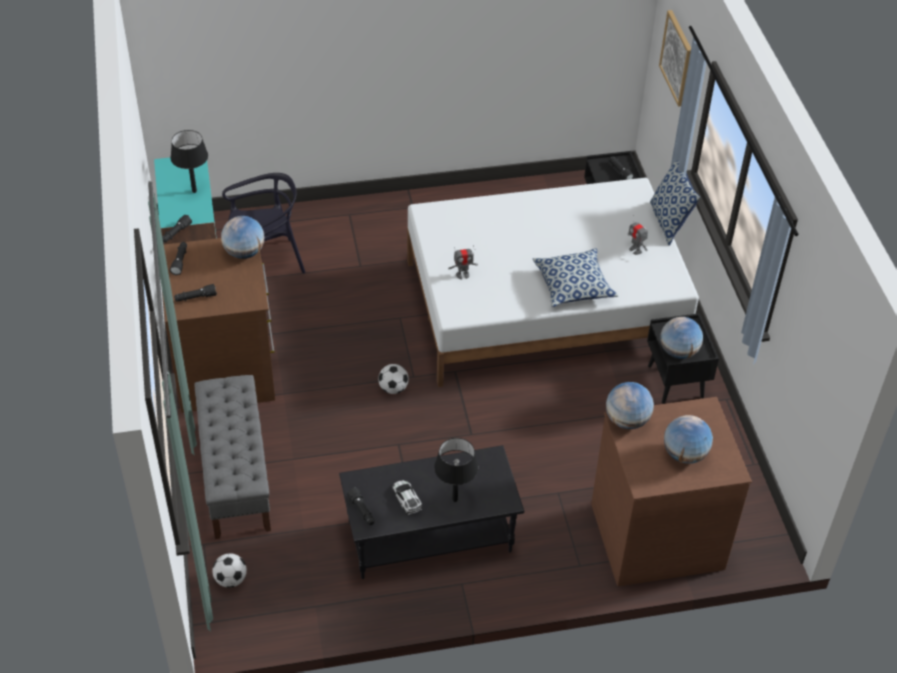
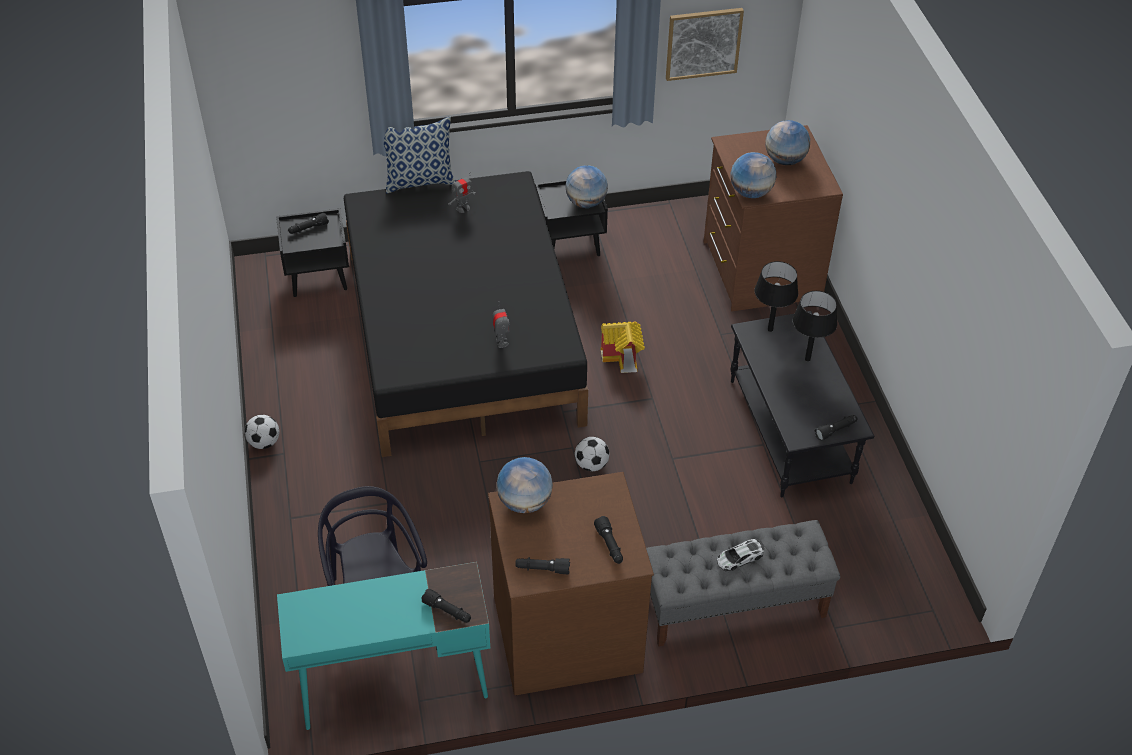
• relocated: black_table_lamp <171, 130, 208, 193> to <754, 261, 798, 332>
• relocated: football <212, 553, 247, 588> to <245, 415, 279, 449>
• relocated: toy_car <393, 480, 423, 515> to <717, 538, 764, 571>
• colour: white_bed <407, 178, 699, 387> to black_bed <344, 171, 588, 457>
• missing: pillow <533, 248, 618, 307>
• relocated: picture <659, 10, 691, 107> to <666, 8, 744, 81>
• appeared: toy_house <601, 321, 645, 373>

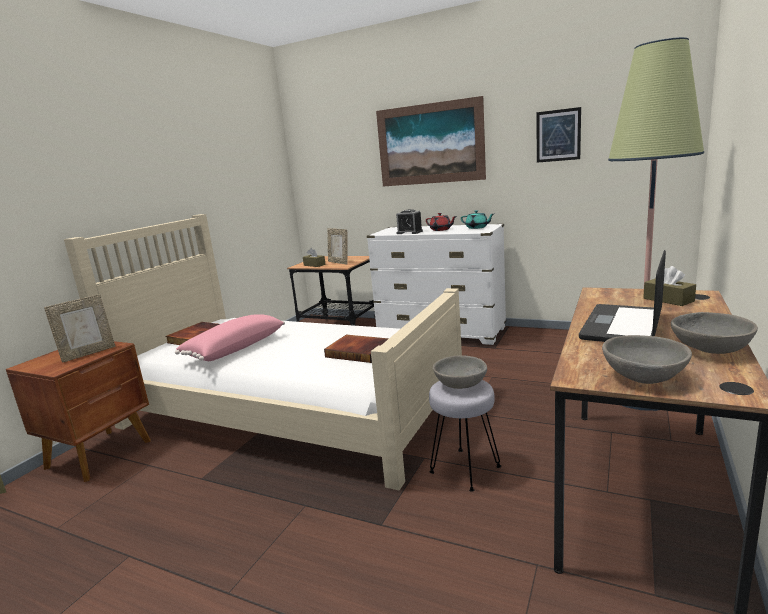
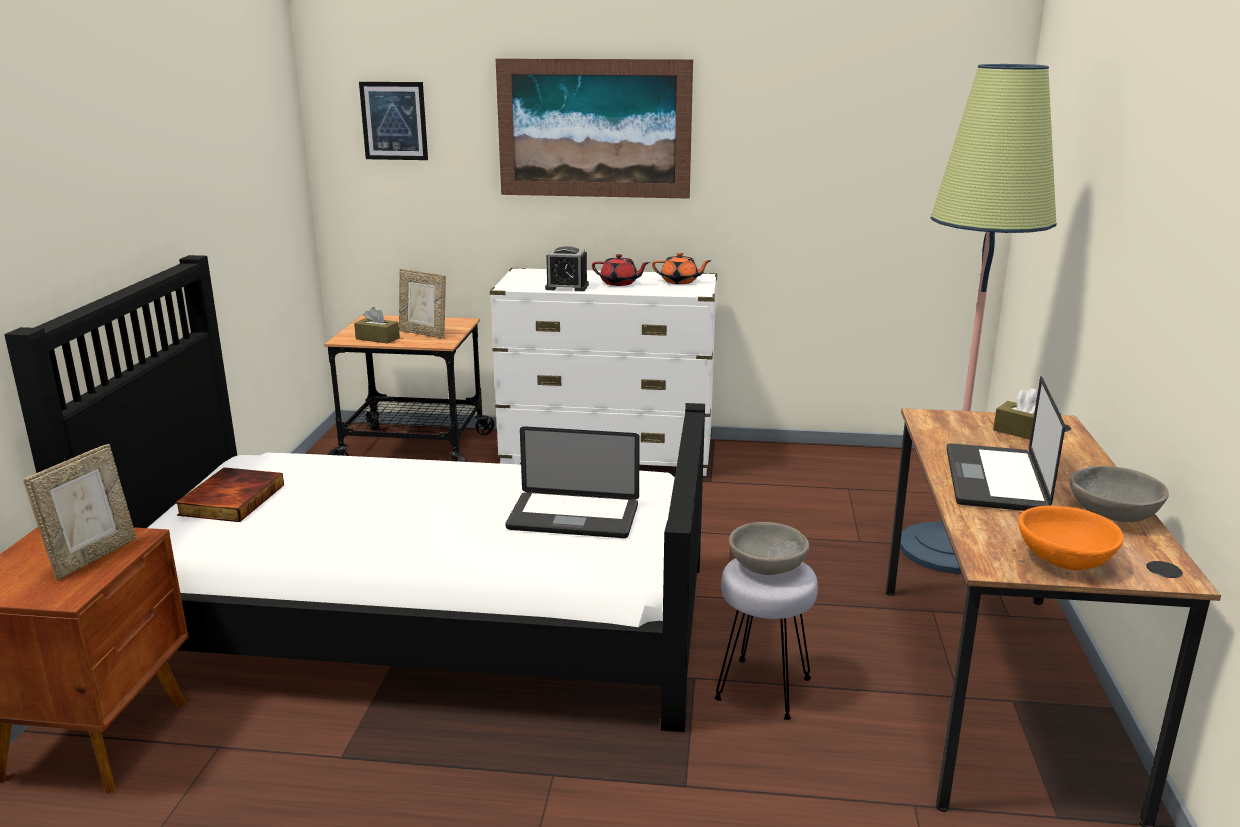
• colour: beige_bed <64, 214, 462, 491> to black_bed <4, 255, 705, 732>
• missing: pink_pillow <175, 314, 285, 361>
• exchanged: book <324, 335, 389, 363> to laptop <505, 426, 640, 538>
• colour: turquoise_teapot <461, 210, 494, 229> to orange_teapot <652, 253, 712, 284>
• relocated: picture <537, 107, 581, 163> to <359, 82, 428, 160>
• colour: grey_bowl <602, 335, 692, 384> to orange_bowl <1019, 506, 1124, 570>

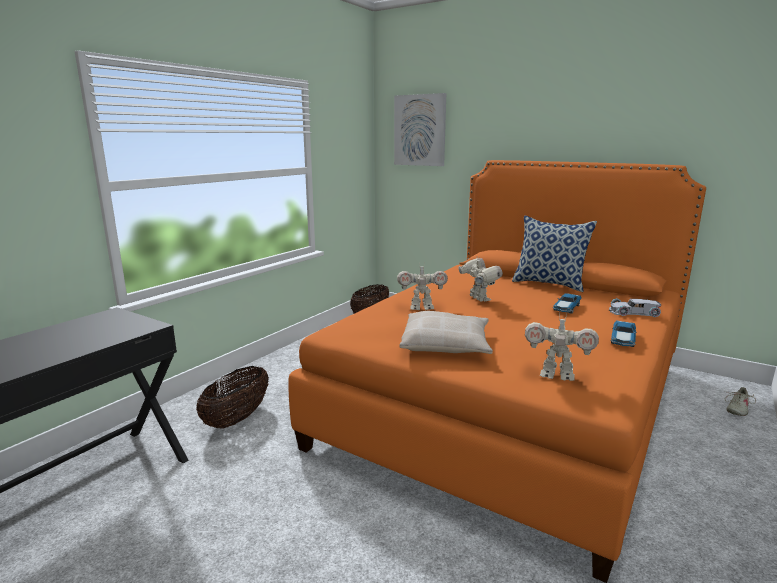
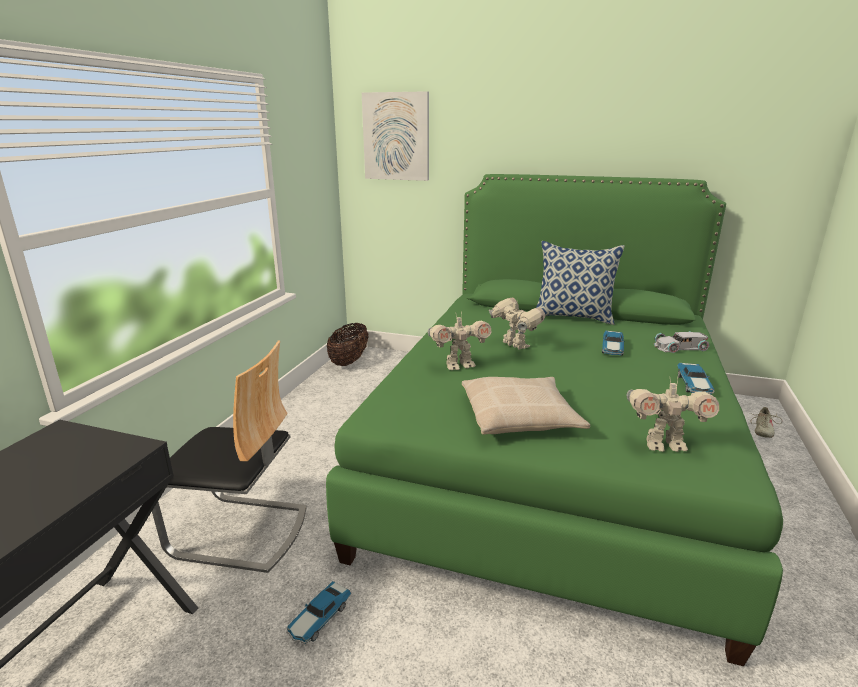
• exchanged: basket <196, 366, 269, 429> to chair <152, 340, 307, 573>
• colour: orange_bed <288, 160, 706, 583> to green_bed <326, 174, 783, 666>
• appeared: toy_car <286, 581, 351, 644>

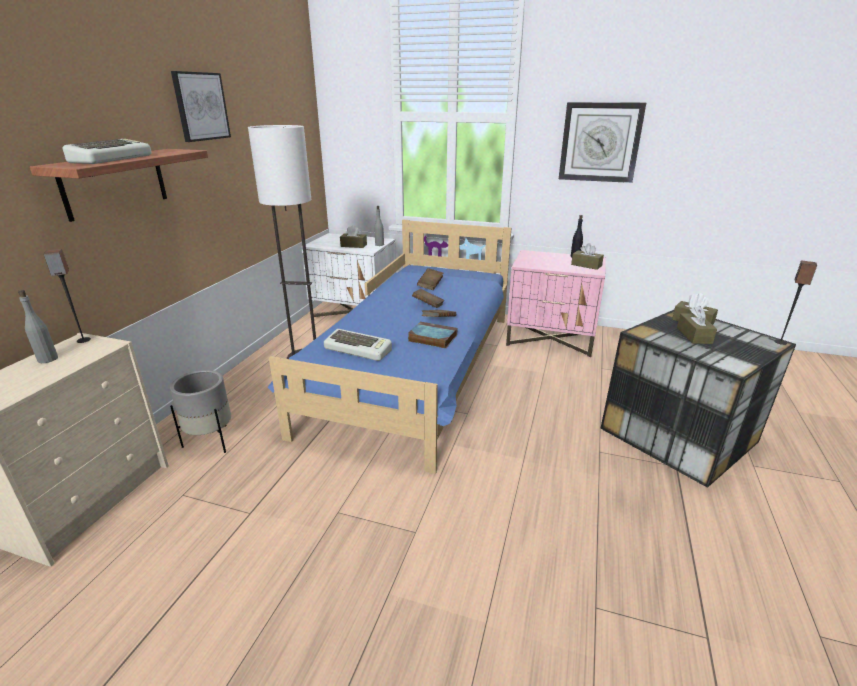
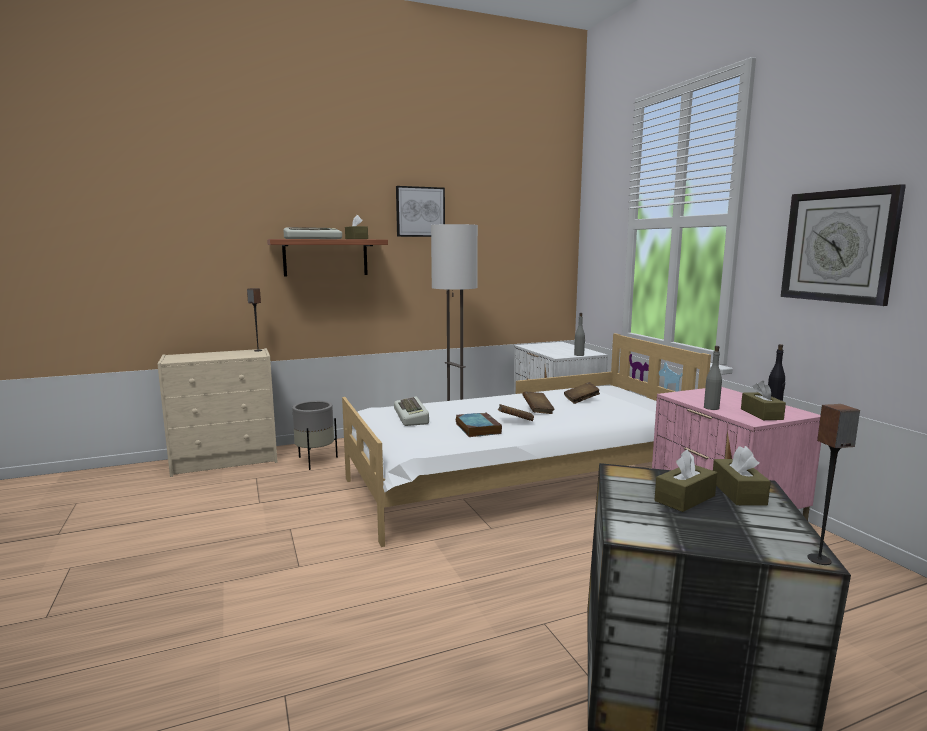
• relocated: grey_bottle <18, 290, 58, 363> to <704, 346, 722, 410>
• colour: blue_bed <267, 220, 511, 474> to white_bed <342, 333, 711, 547>
• relocated: brown_tissue_box <340, 225, 367, 248> to <345, 215, 368, 239>

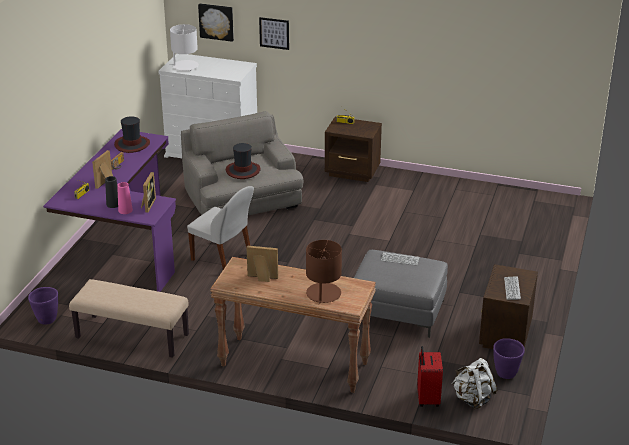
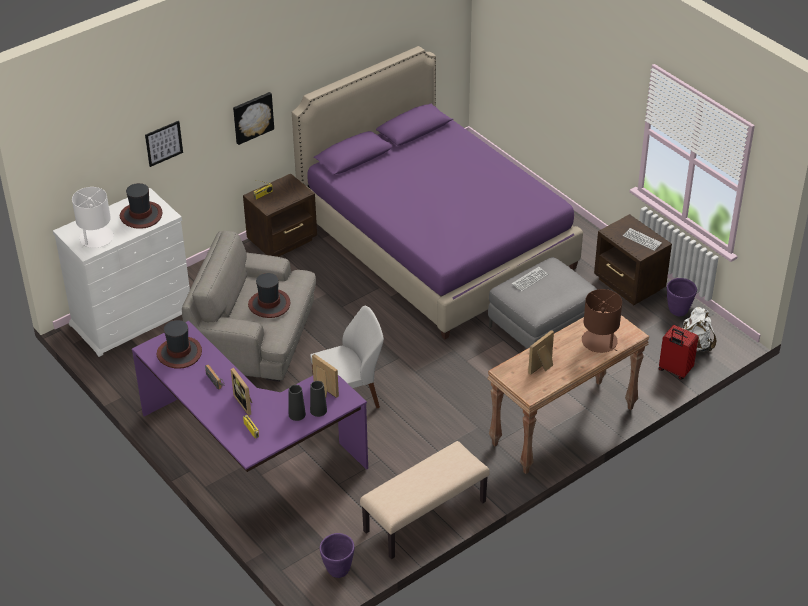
• colour: pink_vase <117, 182, 133, 214> to black_vase <310, 381, 327, 417>
• relocated: picture <198, 3, 234, 42> to <233, 92, 274, 145>
• appeared: hat <120, 183, 162, 229>
• appeared: purple_bed <292, 46, 583, 339>

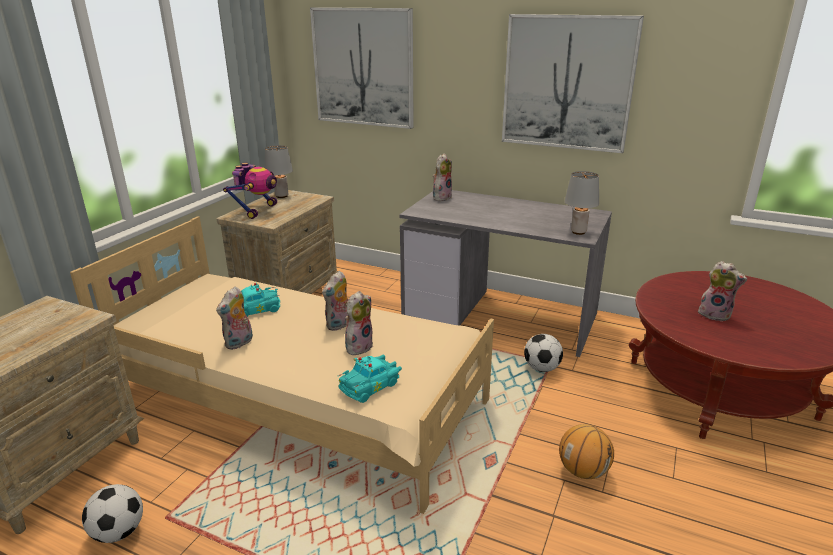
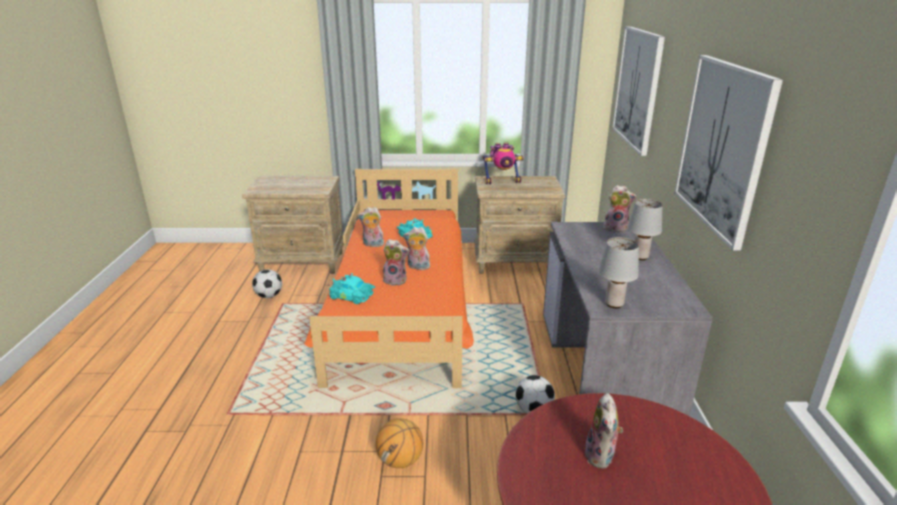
• colour: beige_bed <70, 216, 494, 514> to orange_bed <304, 169, 474, 388>
• relocated: grey_table_lamp <265, 145, 293, 198> to <628, 199, 663, 260>

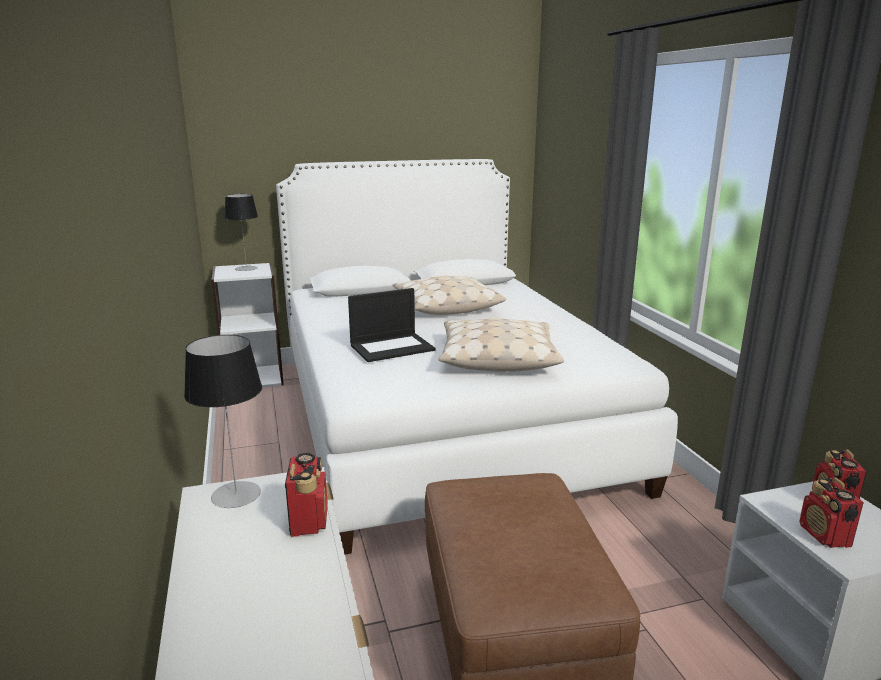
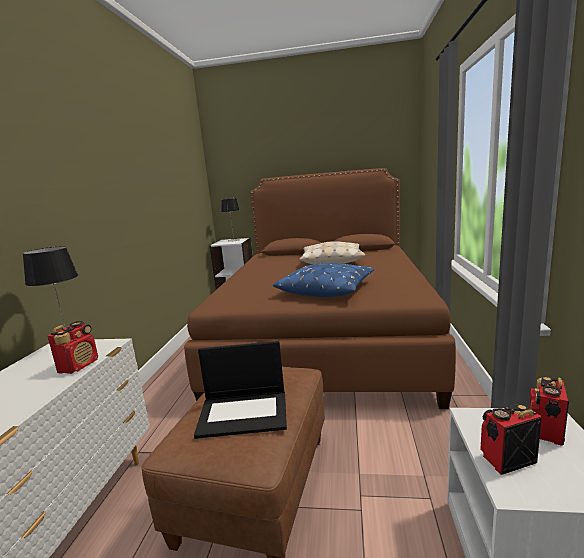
• colour: white_bed <276, 159, 678, 555> to brown_bed <184, 168, 456, 409>
• relocated: laptop <348, 288, 436, 362> to <194, 341, 287, 439>
• colour: beige_pillow <438, 319, 564, 372> to blue_pillow <273, 263, 375, 297>
• spun: radio <799, 478, 864, 548> = <480, 404, 542, 475> 60 degrees clockwise

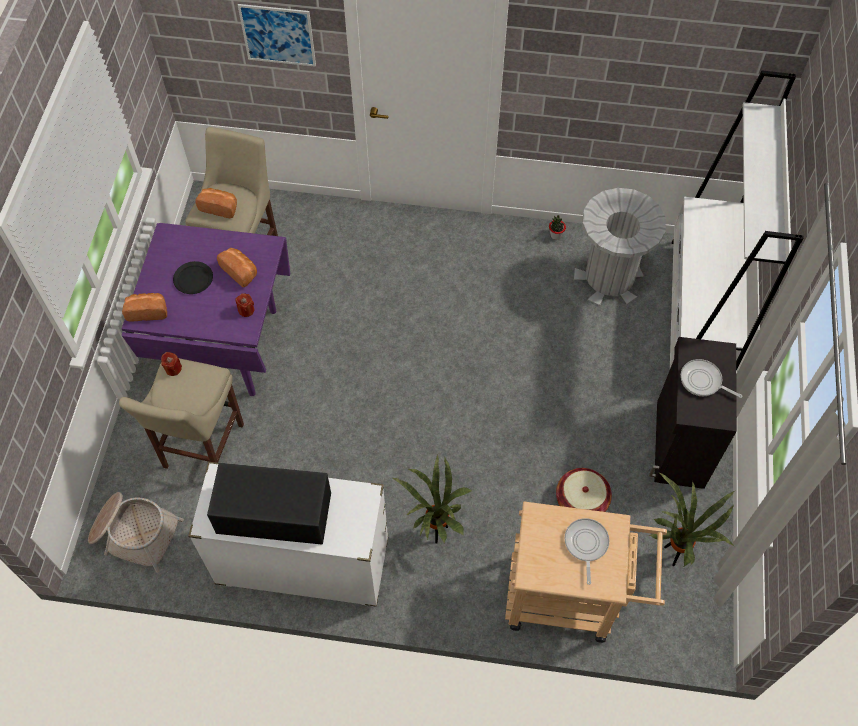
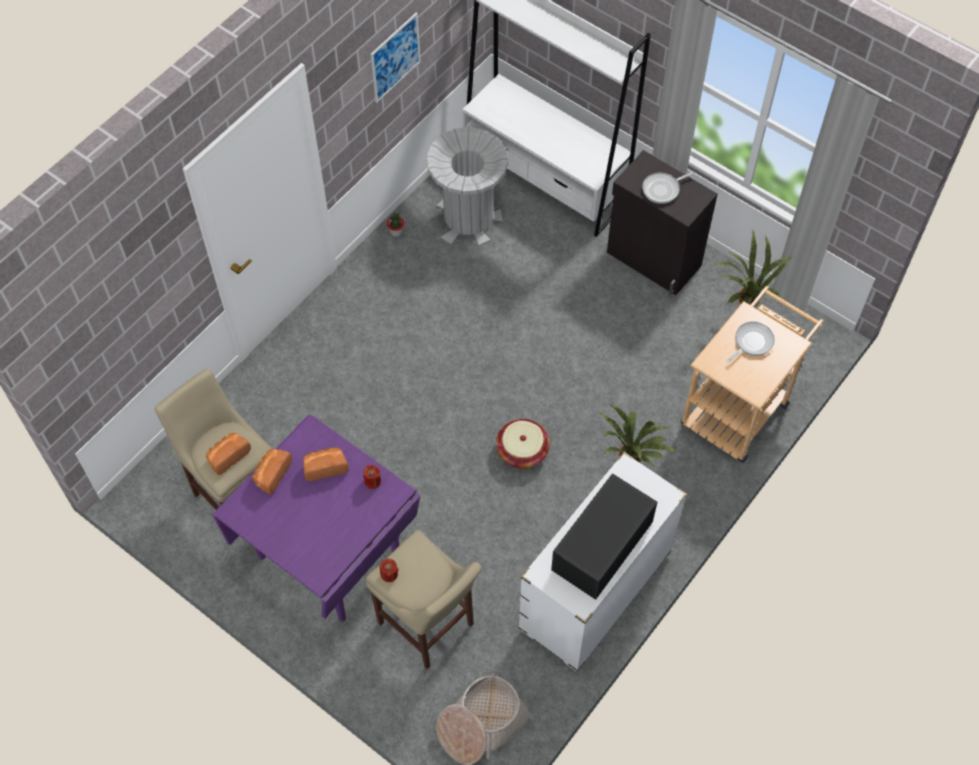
• relocated: bread <122, 293, 167, 321> to <252, 449, 292, 494>
• missing: black_plate <173, 261, 213, 294>
• relocated: picture <238, 4, 316, 67> to <371, 12, 421, 103>
• relocated: basket <556, 468, 612, 512> to <496, 419, 550, 468>
• spun: frying_pan <565, 518, 609, 585> = <727, 321, 775, 362> 105 degrees clockwise

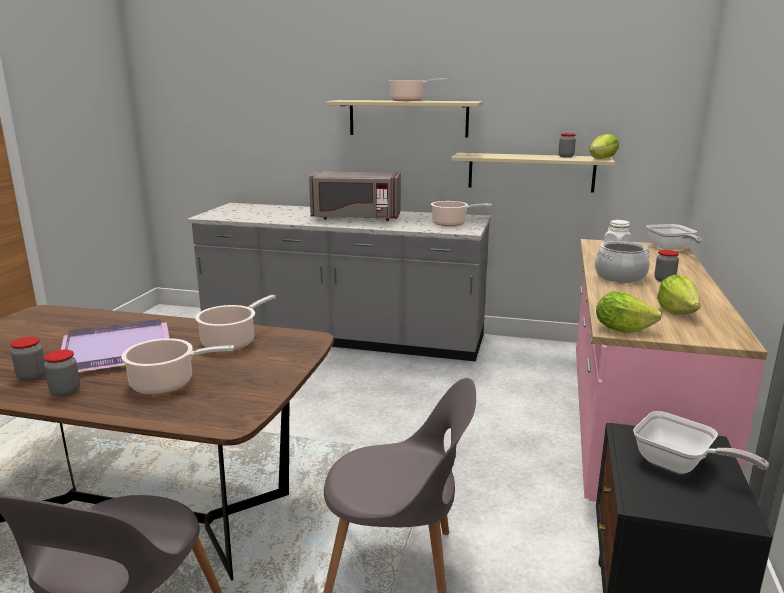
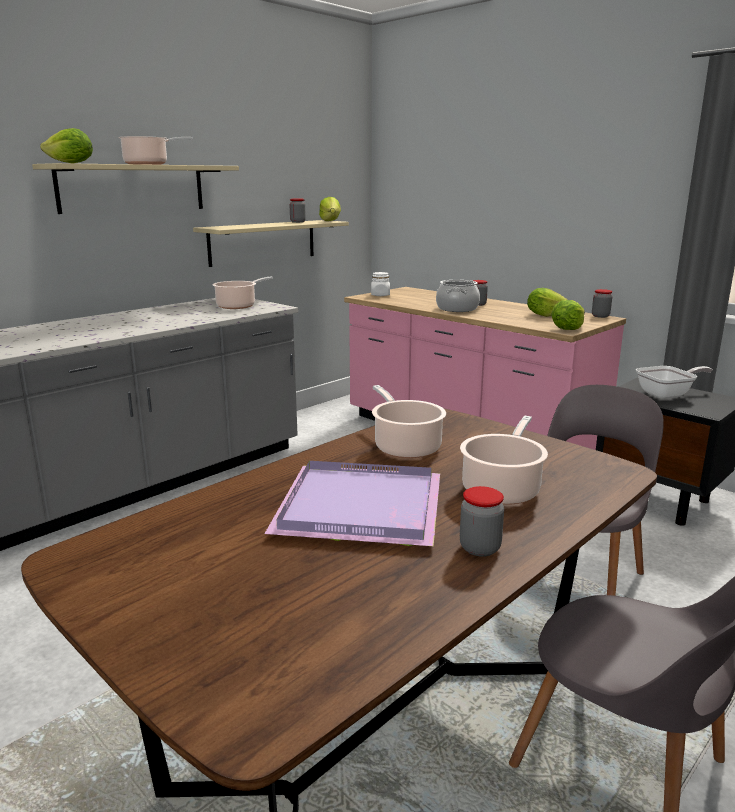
• relocated: jar <10, 337, 45, 381> to <592, 289, 612, 318>
• missing: grey_microwave <309, 171, 401, 221>
• missing: frying_pan <646, 224, 702, 250>
• appeared: lettuce <40, 128, 93, 164>

